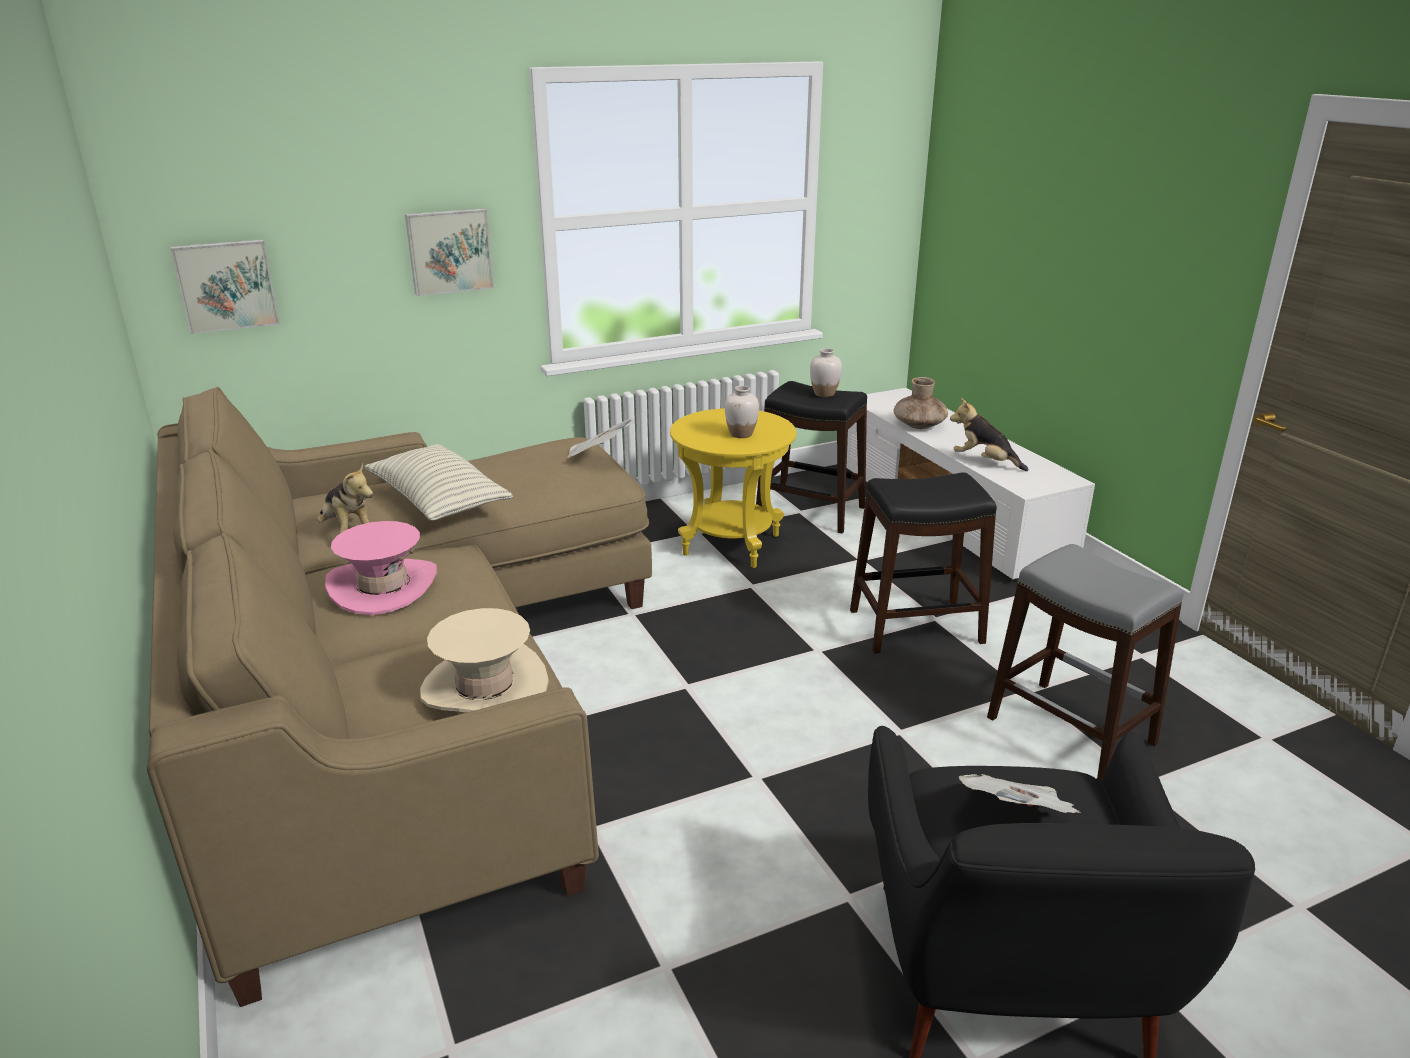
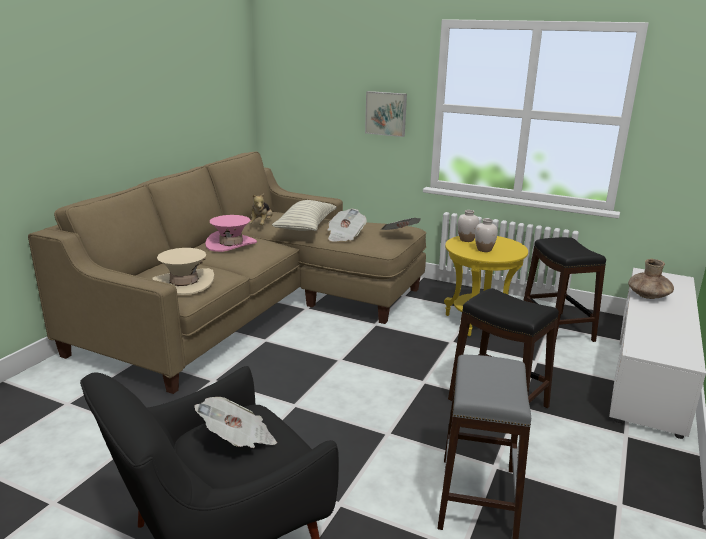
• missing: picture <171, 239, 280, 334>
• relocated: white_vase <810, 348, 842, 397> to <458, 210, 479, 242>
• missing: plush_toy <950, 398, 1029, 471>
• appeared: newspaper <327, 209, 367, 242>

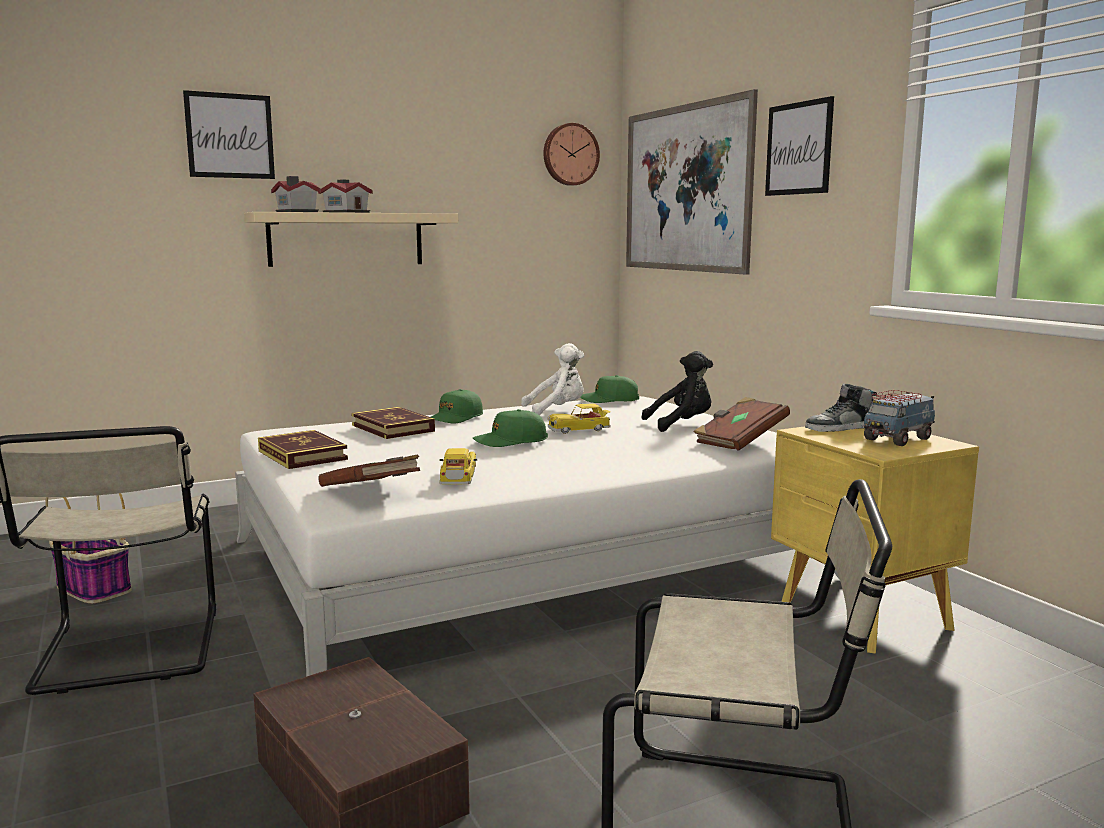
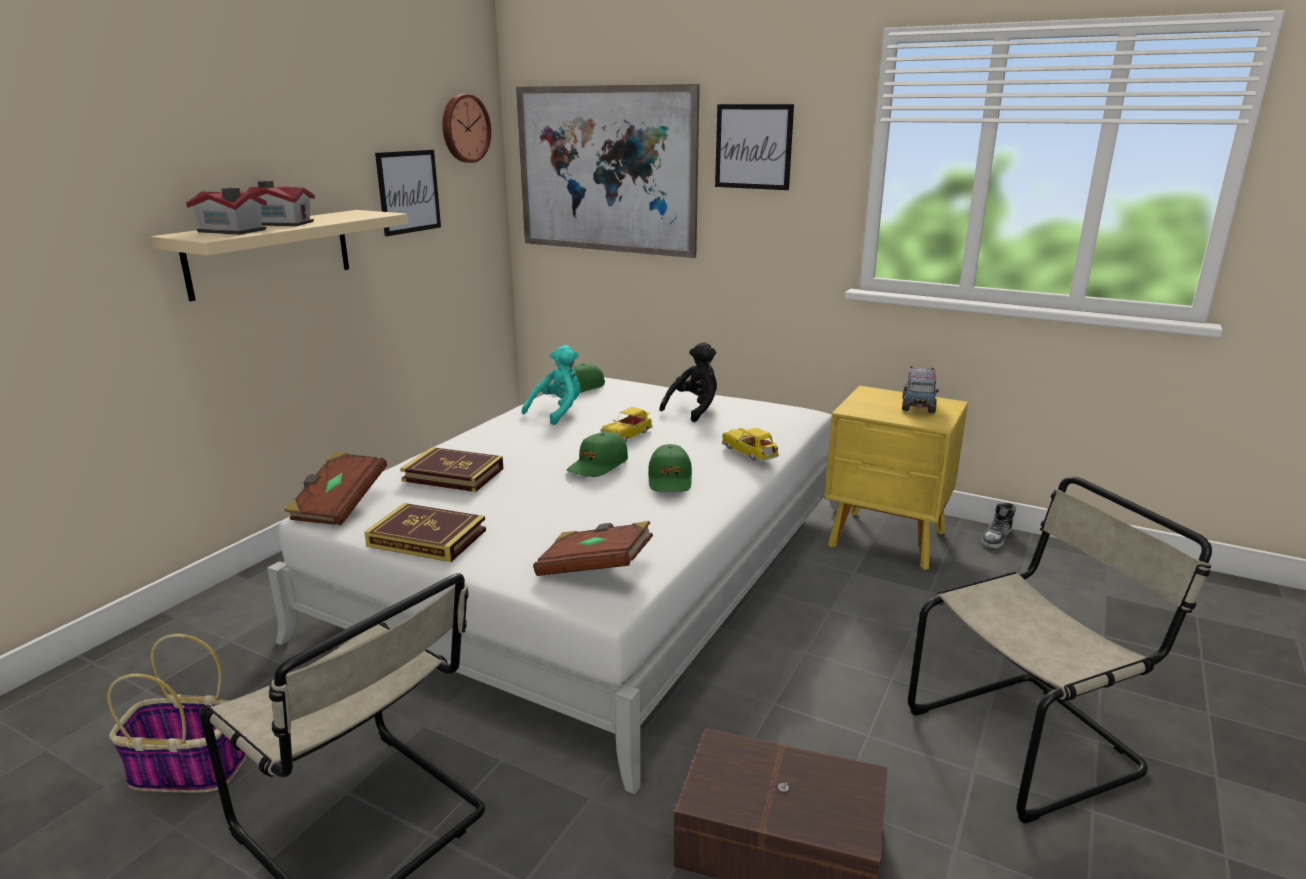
• relocated: picture <183, 90, 275, 179> to <375, 150, 441, 236>
• relocated: green_cap <431, 389, 483, 423> to <648, 444, 692, 492>
• relocated: toy_car <439, 448, 478, 484> to <722, 428, 779, 462>
• colour: white_plush_toy <521, 343, 584, 416> to turquoise_plush_toy <522, 345, 581, 425>
• relocated: brown_book <694, 397, 790, 451> to <284, 451, 387, 526>
• relocated: shoe <805, 383, 877, 432> to <982, 503, 1016, 548>

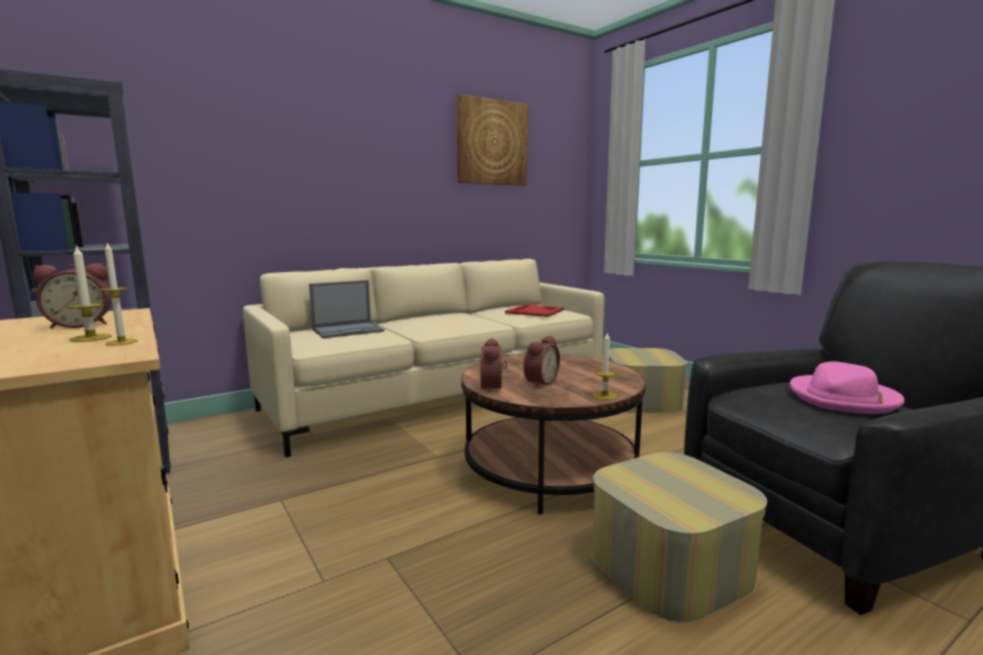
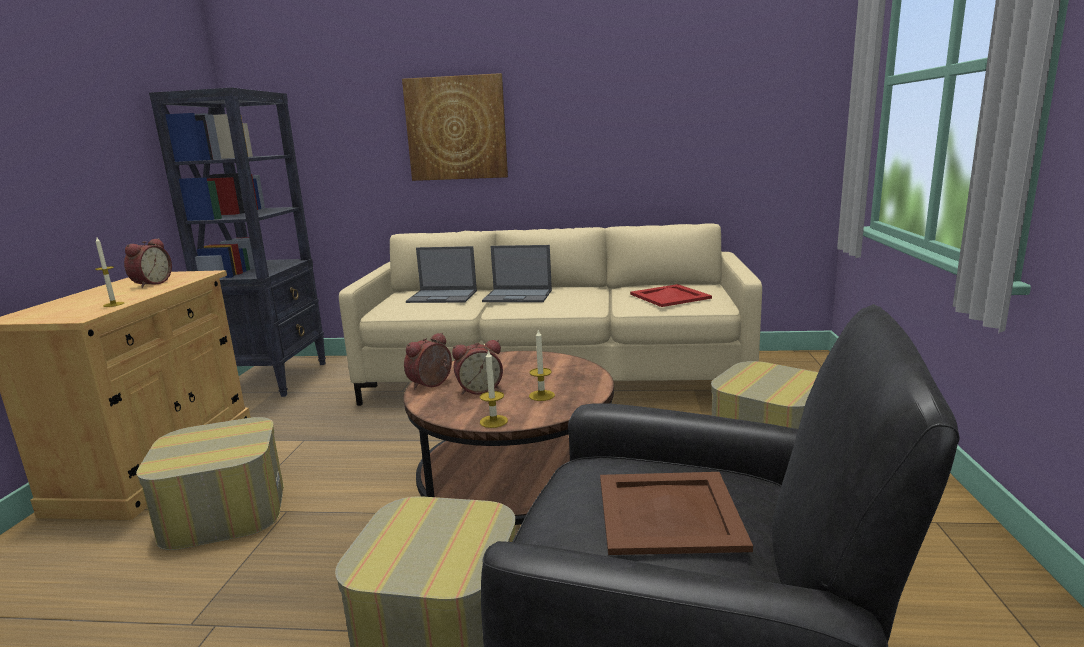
• spun: alarm_clock <34, 263, 112, 329> = <124, 238, 172, 288> 90 degrees counterclockwise
• relocated: candle <68, 244, 112, 342> to <529, 329, 555, 401>
• relocated: picture <457, 94, 528, 186> to <402, 73, 508, 181>
• exchanged: pink_hat <790, 361, 905, 414> to brown_tray <600, 472, 753, 555>
• appeared: ottoman <136, 417, 284, 550>
• appeared: laptop <482, 245, 552, 302>

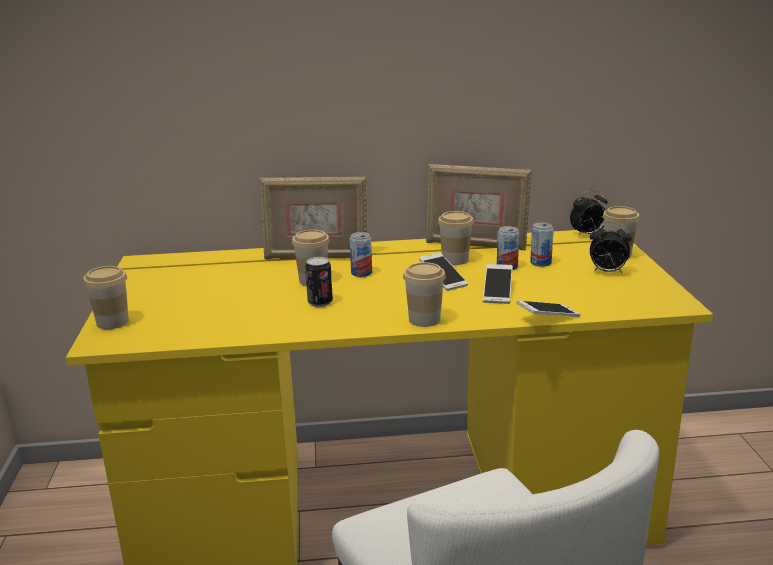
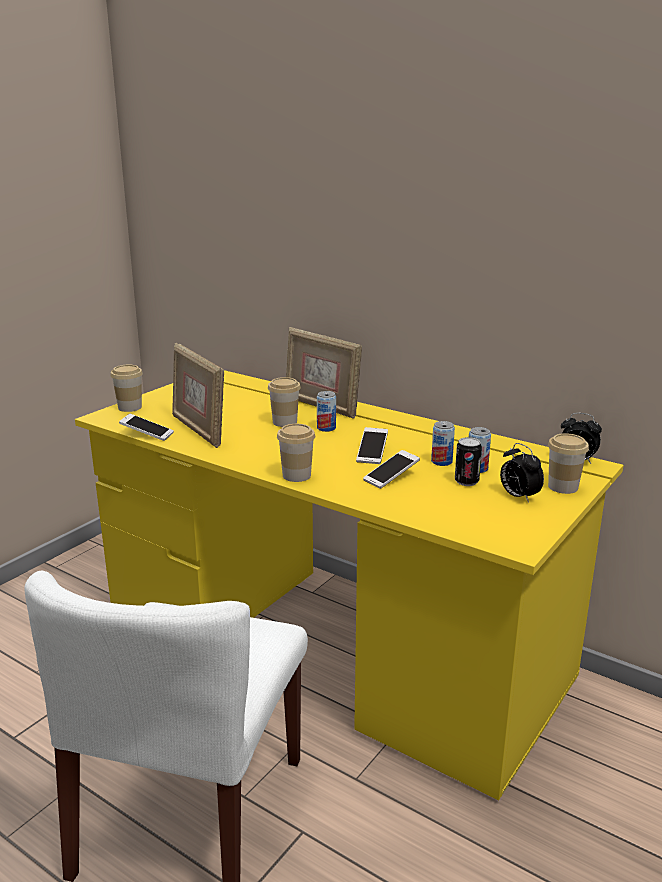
• relocated: can <305, 257, 333, 307> to <455, 437, 482, 486>
• relocated: picture_frame <426, 164, 531, 250> to <172, 343, 224, 448>
• missing: cup <438, 211, 474, 265>
• relocated: phone <516, 300, 580, 317> to <119, 414, 174, 441>

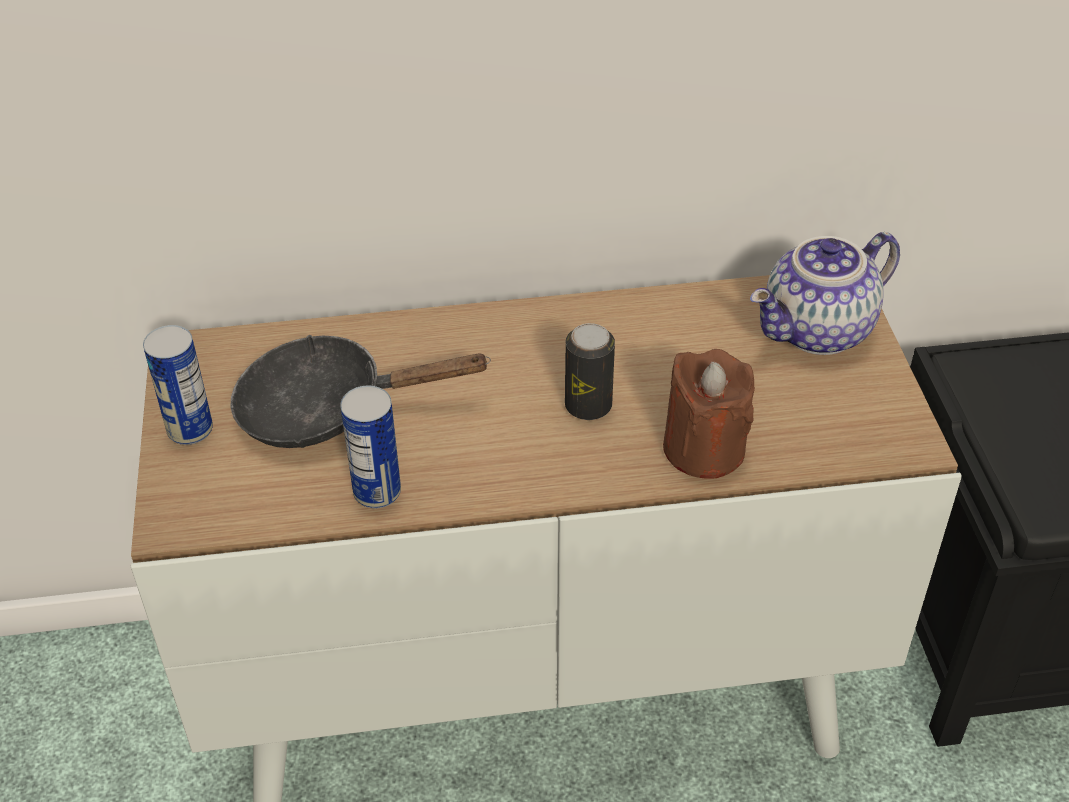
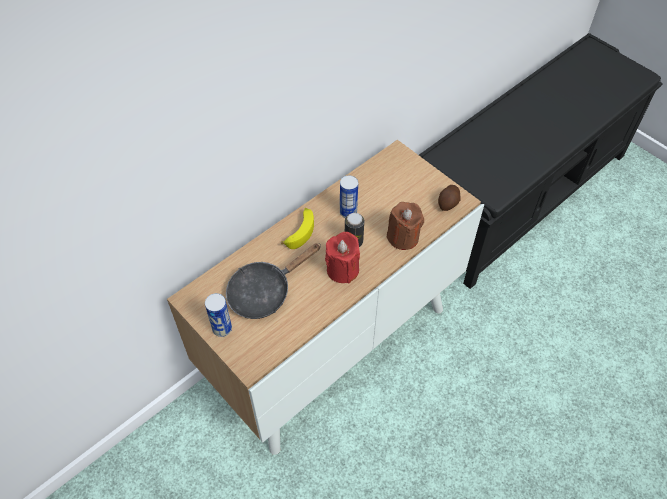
• relocated: can <340, 386, 401, 508> to <340, 175, 358, 218>
• missing: teapot <750, 232, 900, 355>
• appeared: banana <281, 208, 314, 249>
• appeared: red_candle <325, 232, 360, 284>
• appeared: potato <438, 185, 461, 211>

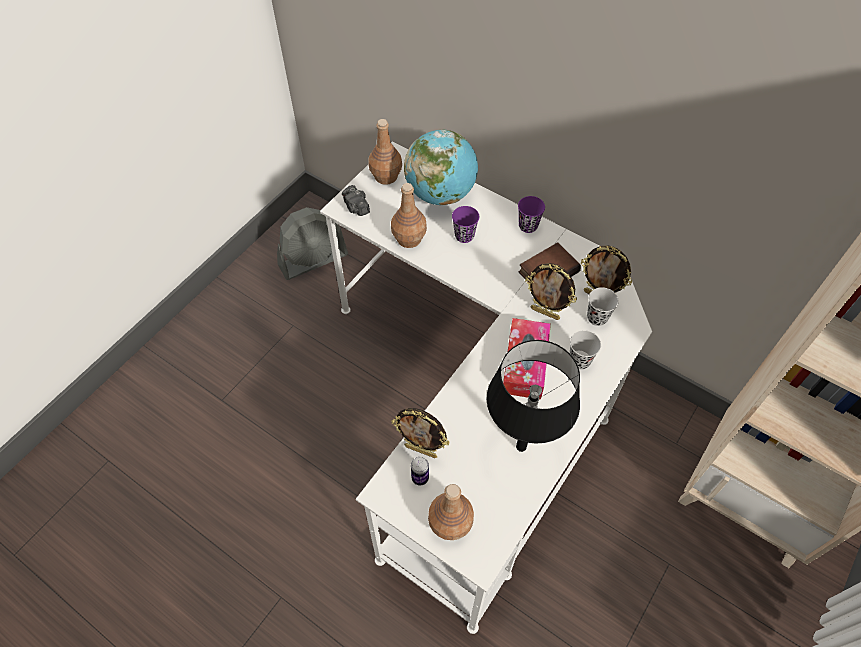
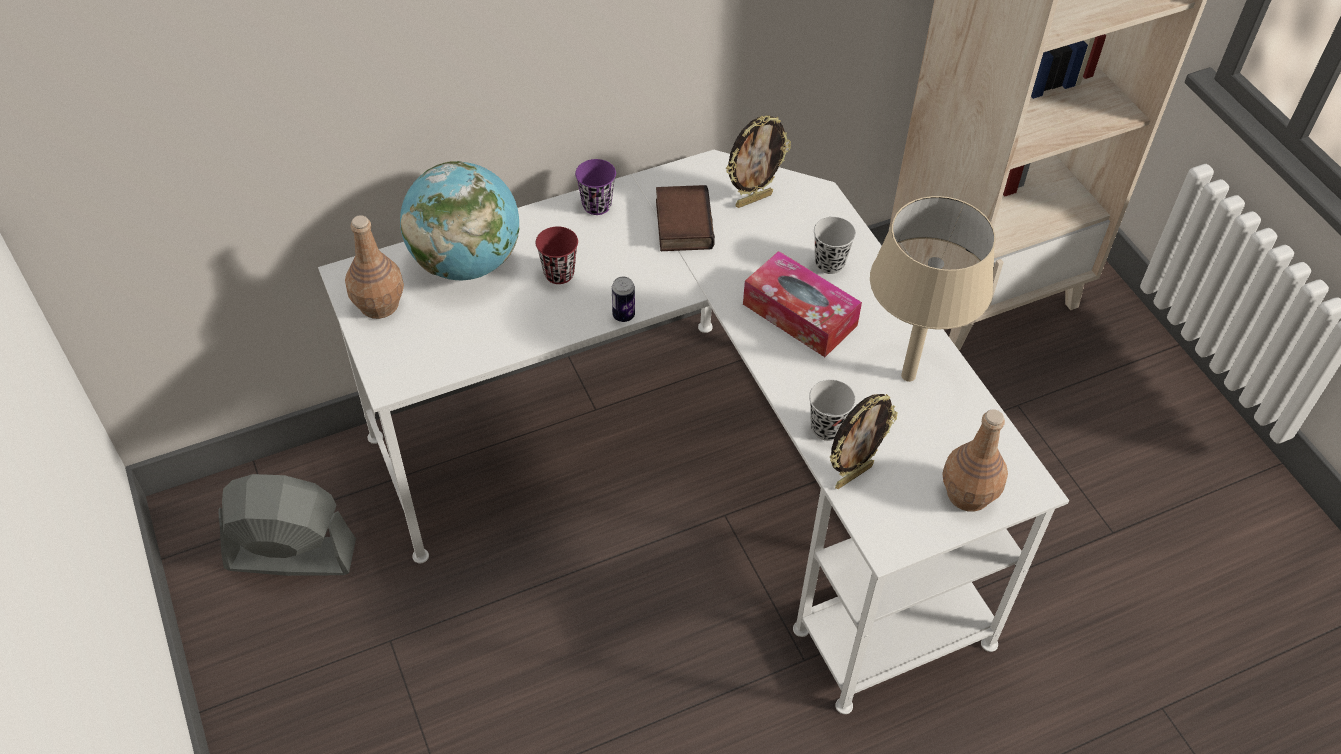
• spun: grey_fan <277, 207, 348, 280> = <218, 474, 356, 576> 90 degrees counterclockwise
• missing: photo_camera <342, 185, 370, 216>
• missing: brown_bottle <391, 183, 427, 248>
• relocated: can <411, 457, 429, 486> to <612, 277, 635, 322>
• colour: purple_cup <452, 206, 479, 243> to red_cup <536, 226, 578, 284>
• colour: black_table_lamp <487, 340, 580, 452> to beige_table_lamp <870, 196, 995, 382>
• missing: picture_frame <525, 263, 577, 320>
• relocated: black_cup <587, 287, 619, 326> to <809, 379, 856, 441>

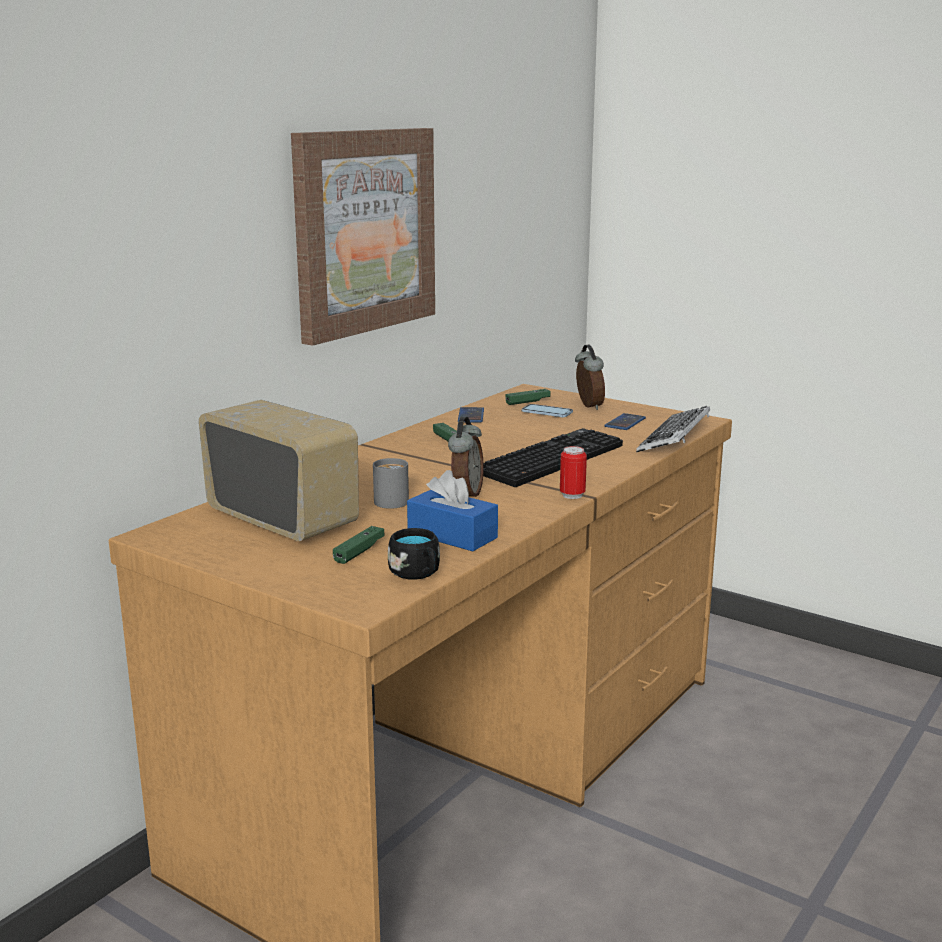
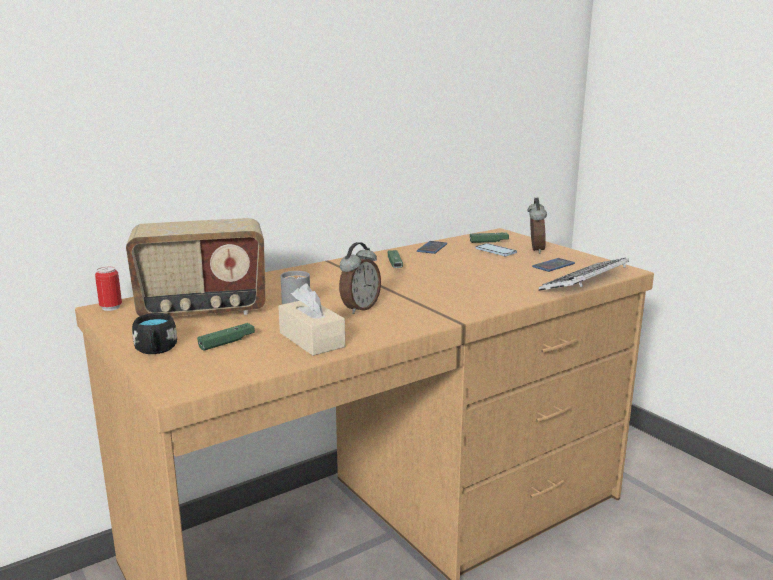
• spun: radio <199, 400, 359, 541> = <126, 218, 266, 317> 105 degrees clockwise
• missing: picture <291, 128, 435, 346>
• relocated: black_mug <388, 528, 440, 580> to <132, 313, 177, 354>
• colour: blue_tissue_box <407, 470, 498, 551> to beige_tissue_box <278, 284, 345, 356>
• missing: keyboard <483, 428, 623, 487>
• relocated: can <560, 446, 587, 499> to <95, 267, 122, 311>

